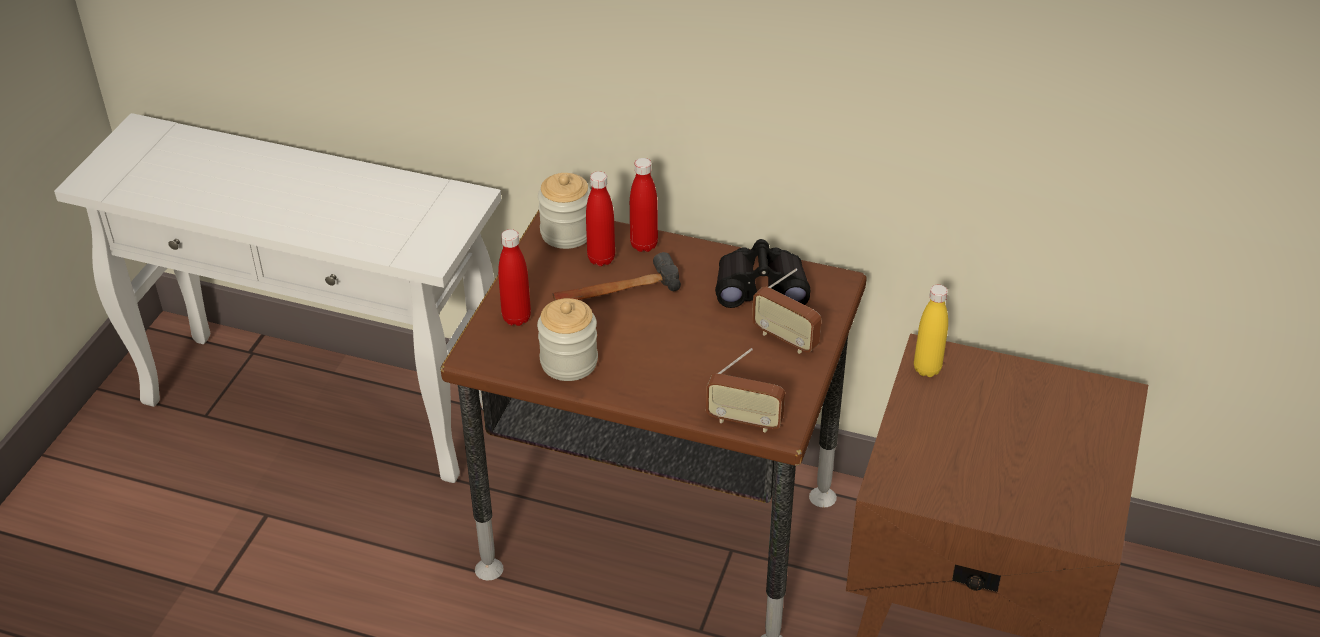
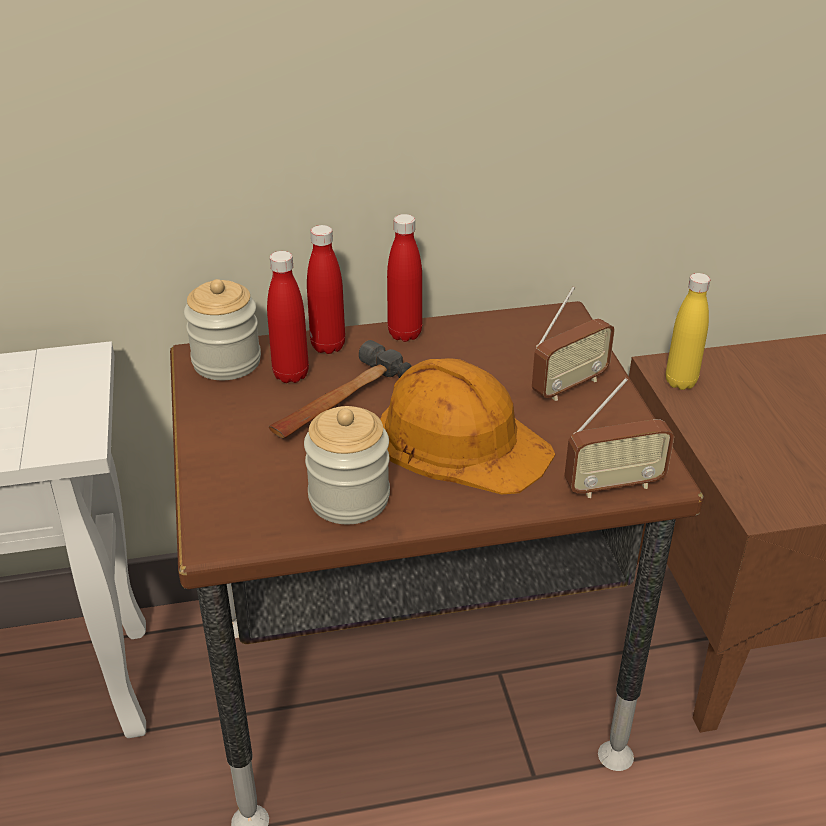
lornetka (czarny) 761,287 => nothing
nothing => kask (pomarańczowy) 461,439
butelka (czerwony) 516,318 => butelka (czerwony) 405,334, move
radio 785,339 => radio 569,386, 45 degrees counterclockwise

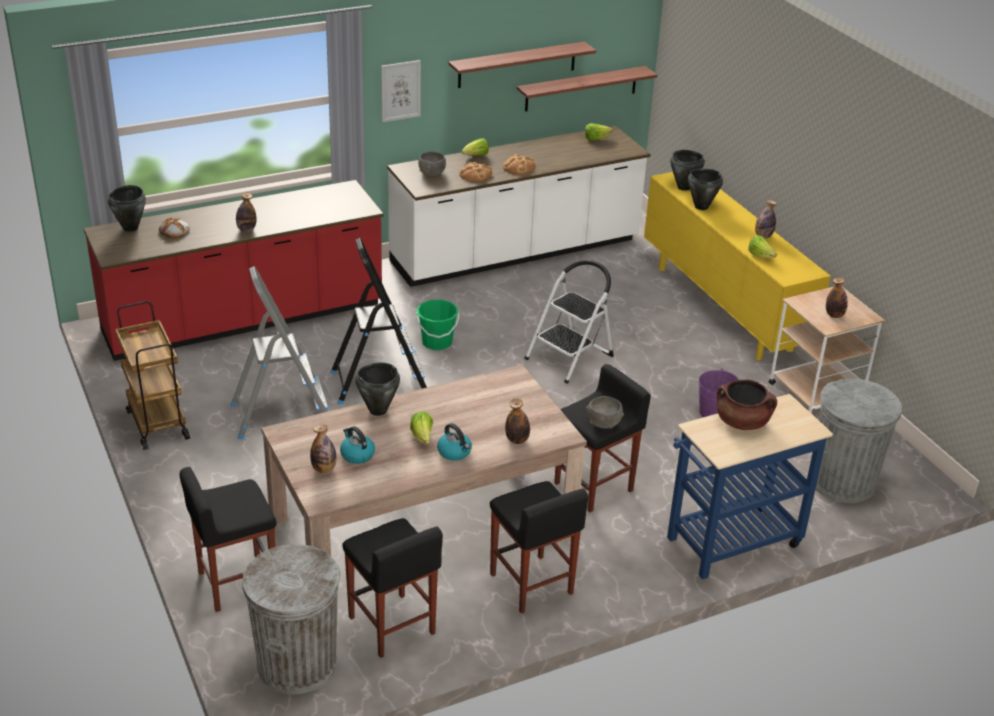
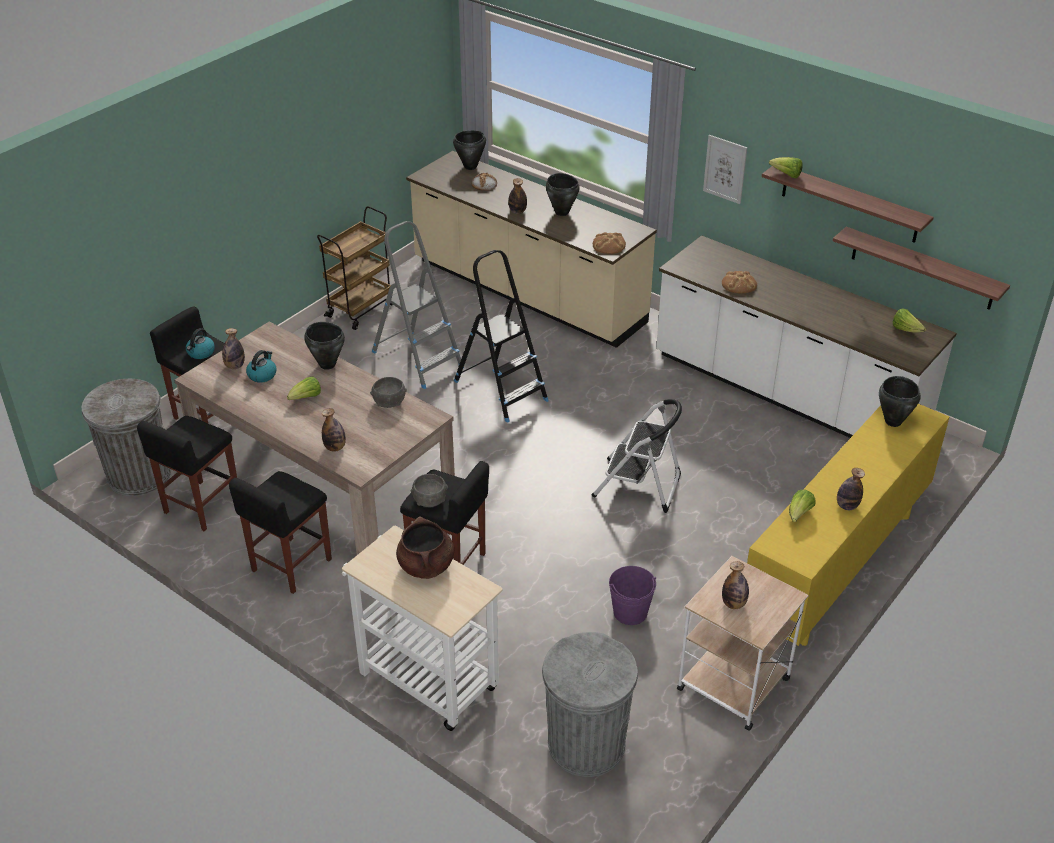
wiadro (zielony) 437,342 => nothing
miska (szary) 432,173 => miska (szary) 389,402, move
czajnik 455,452 => czajnik 201,353, move
sałata 476,156 => sałata 786,175, move
chleb 519,167 => chleb 609,245, move
garnek (czarny) 701,206 => garnek (czarny) 562,212, move
zabudowa kuchenna (czerwony) 244,320 => zabudowa kuchenna (beżowy) 527,293
wózek (niebieski) 732,543 => wózek (biały) 426,680

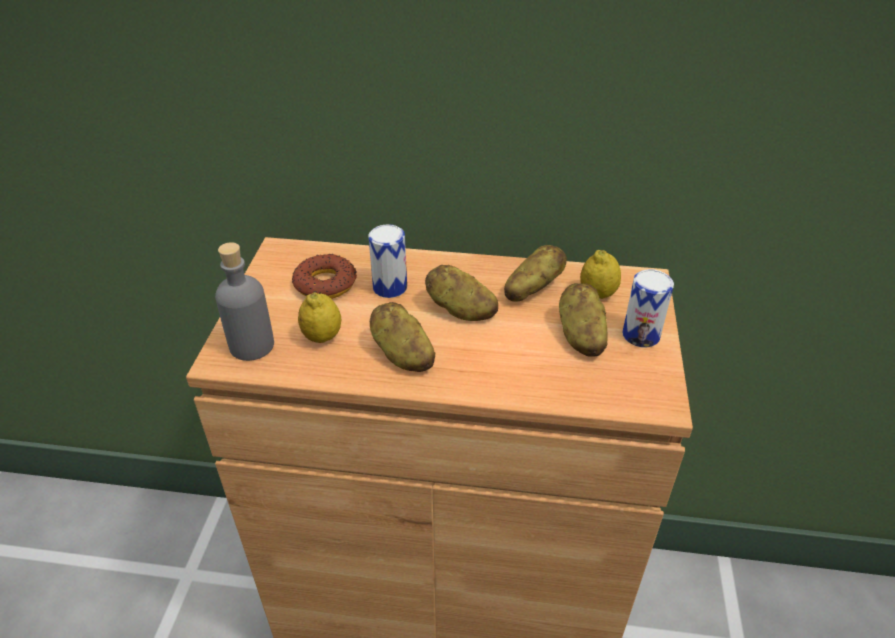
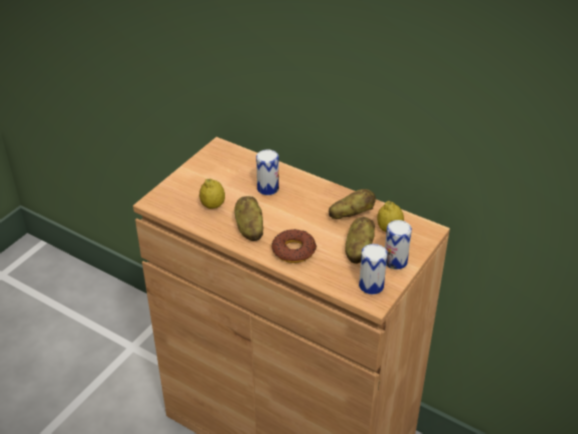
butelka (szary) 252,345 => nothing
ziemniak 460,310 => nothing
nothing => puszka 371,285
donut 325,283 => donut 294,250, move

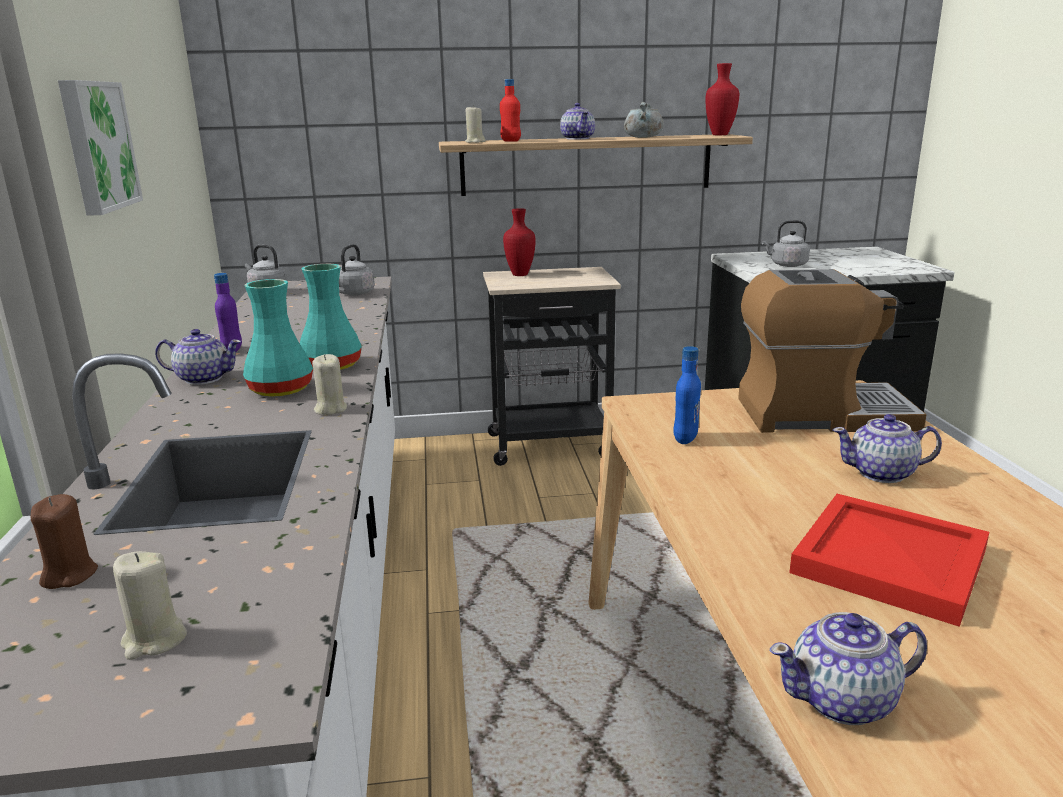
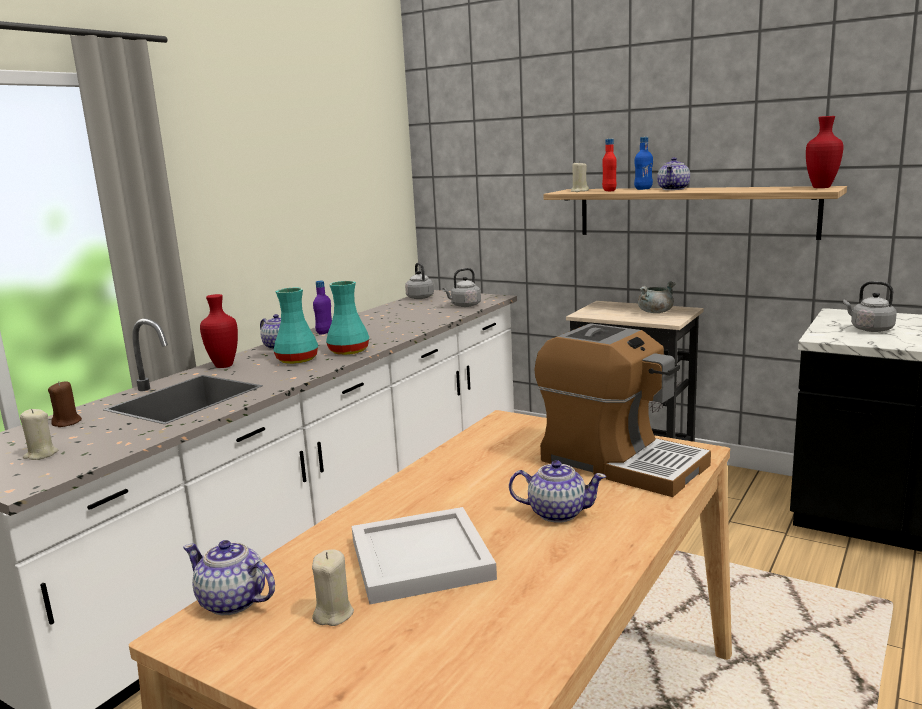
obraz 96,146 => nothing
świeca (beżowy) 330,409 => świeca (beżowy) 333,614, move
wazon (czerwony) 519,275 => wazon (czerwony) 223,365, move
garnek (szary) 642,137 => garnek (szary) 655,312, move
butelka (niebieski) 685,439 => butelka (niebieski) 643,189, move
taca (czerwony) 892,561 => taca (biały) 423,559
imbryk 882,473 => imbryk 556,513, 150 degrees clockwise

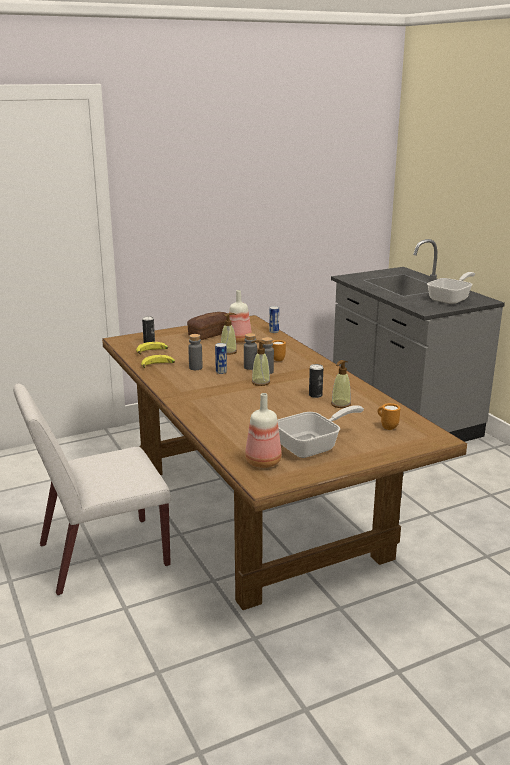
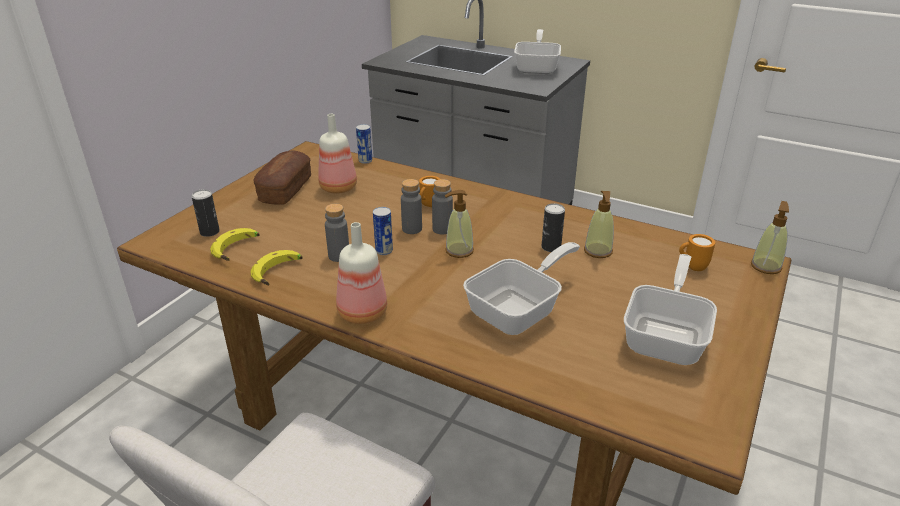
nothing => patelnia 520,310
dozownik mydła 228,352 => dozownik mydła 766,266, move
butelka 262,462 => butelka 361,314, move

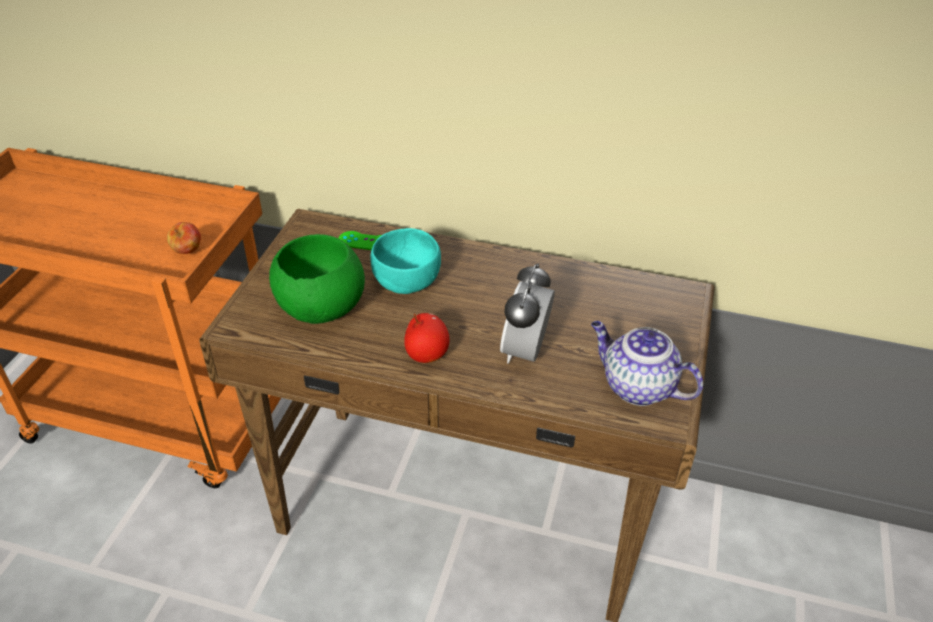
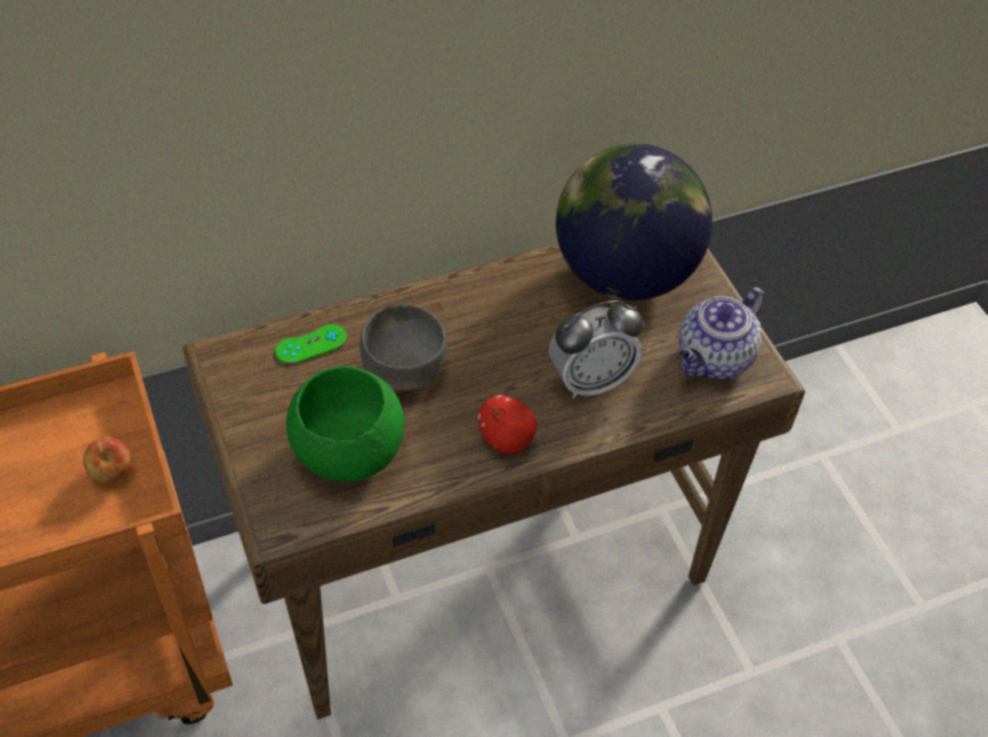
nothing => globus 624,275
miska (turkusowy) 407,281 => miska (szary) 404,368
budzik 525,351 => budzik 590,380, 90 degrees counterclockwise
imbryk 636,387 => imbryk 714,359, 45 degrees counterclockwise

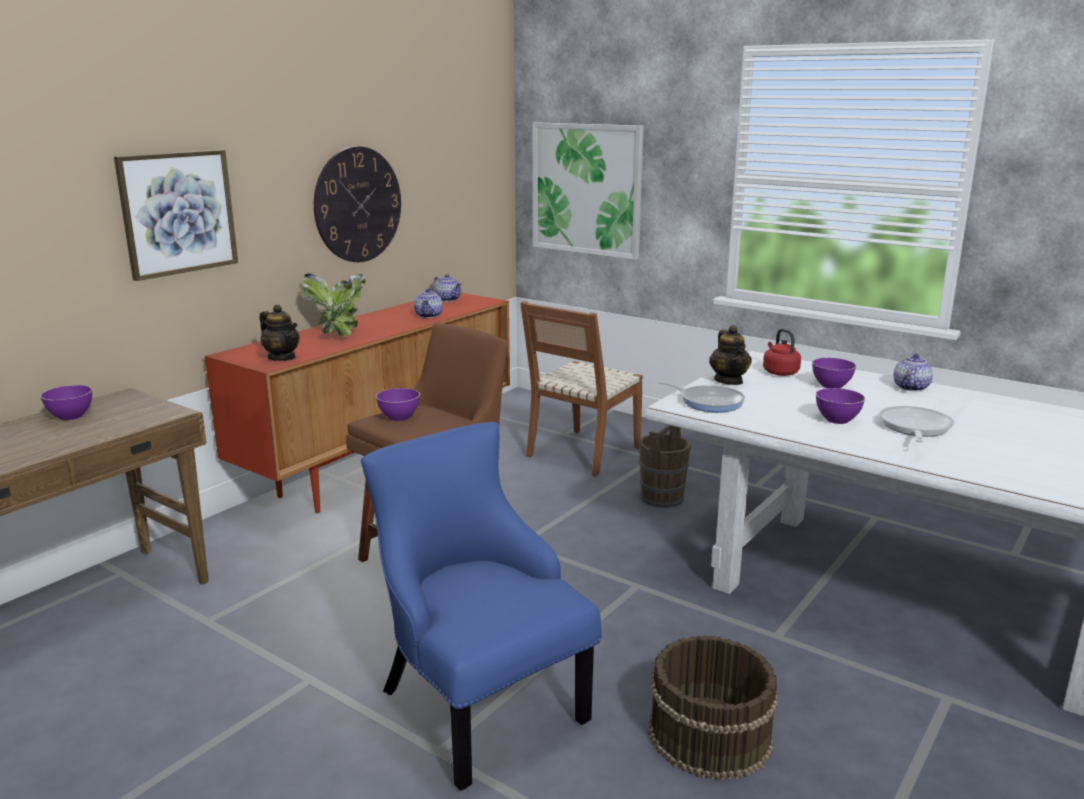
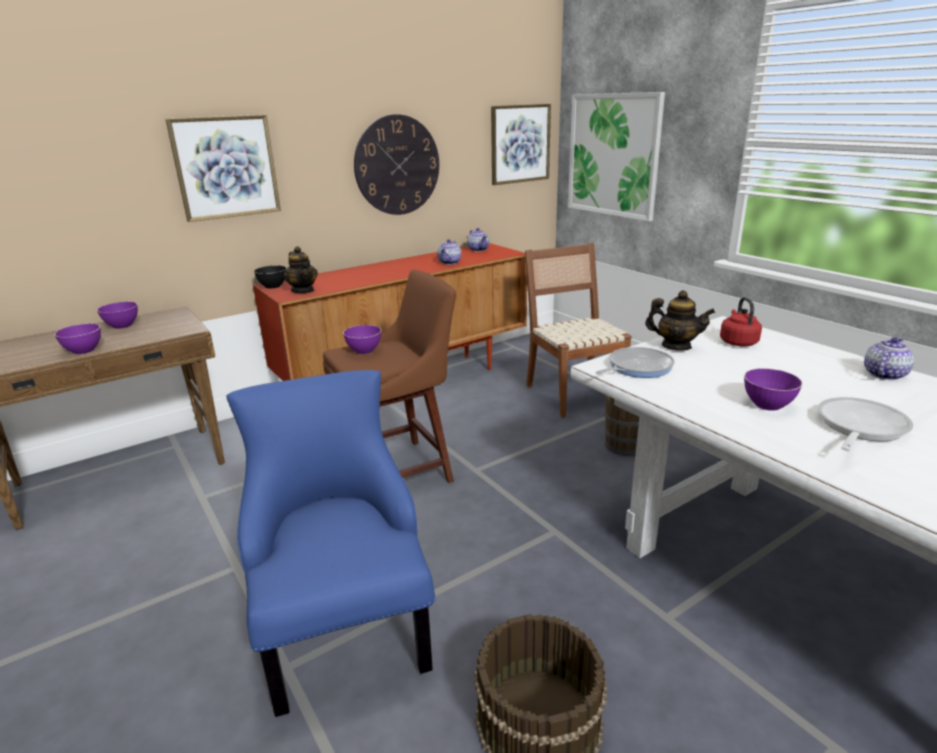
roślina doniczkowa 340,333 => nothing
nothing => miska (czarny) 273,286
nothing => obraz 520,144
miska (fioletowy) 831,386 => miska (fioletowy) 83,350, move
krzesło 581,454 => krzesło 573,393, 105 degrees clockwise
patelnia 708,402 => patelnia 637,367, 90 degrees counterclockwise
imbryk 729,381 => imbryk 676,346, 75 degrees counterclockwise

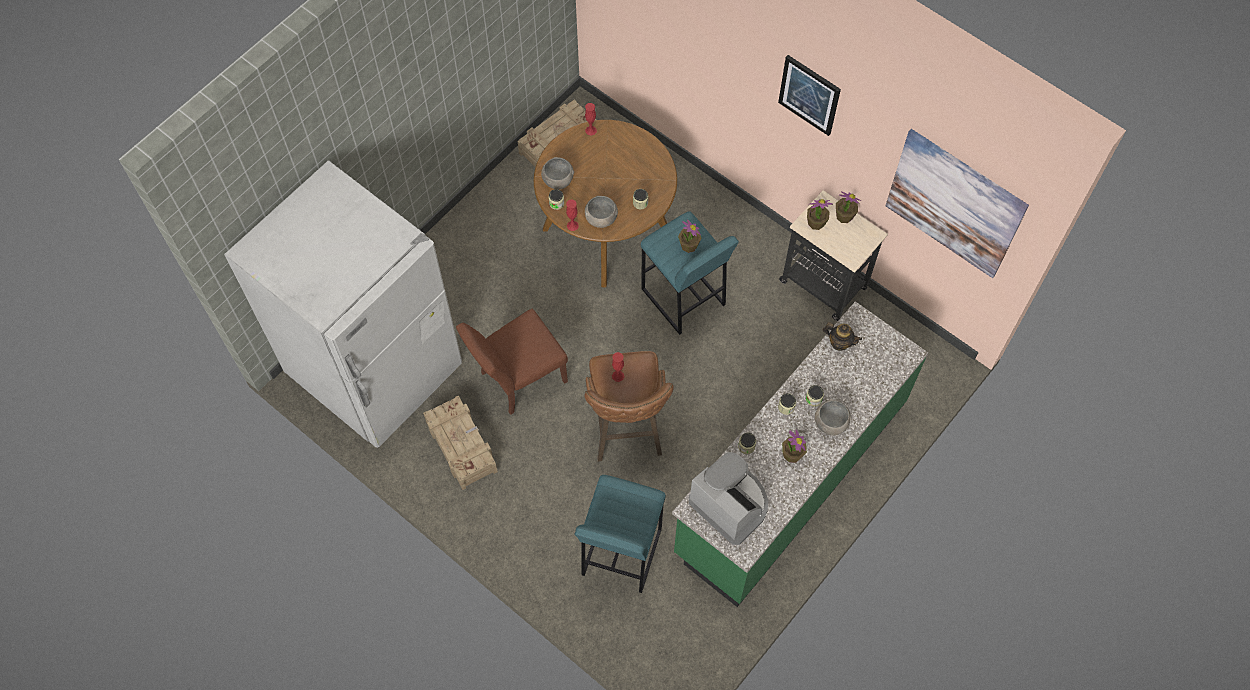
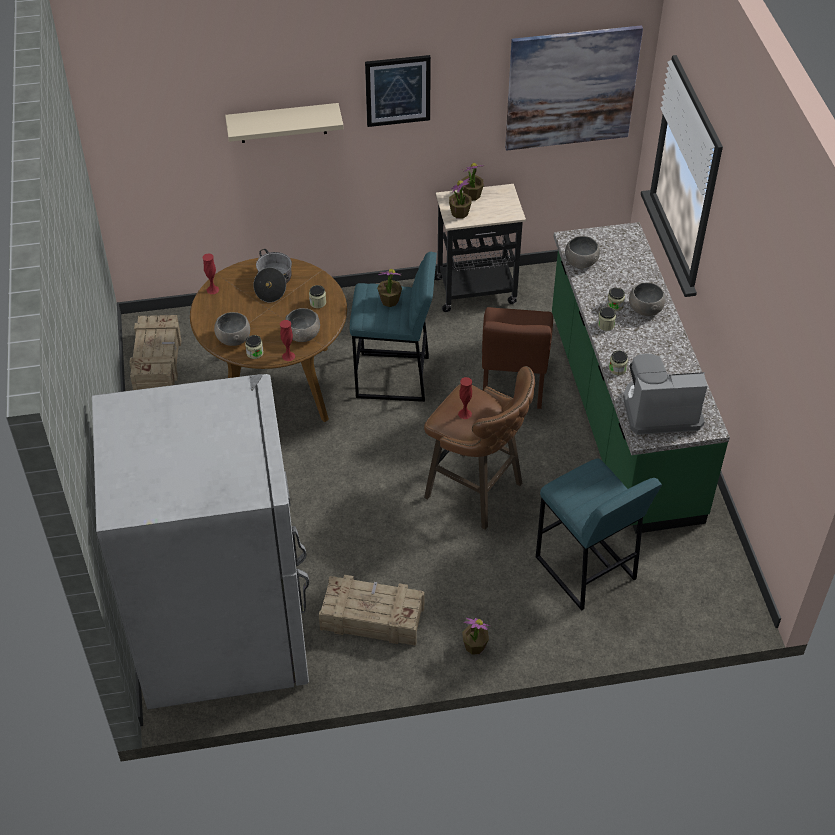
nothing => półka (beżowy) 283,123
nothing => garnek 273,283
krzesło (brązowy) 517,380 => krzesło (brązowy) 512,386, move
roślina doniczkowa 792,454 => roślina doniczkowa 474,646, move
imbryk 839,342 => miska (szary) 580,261

